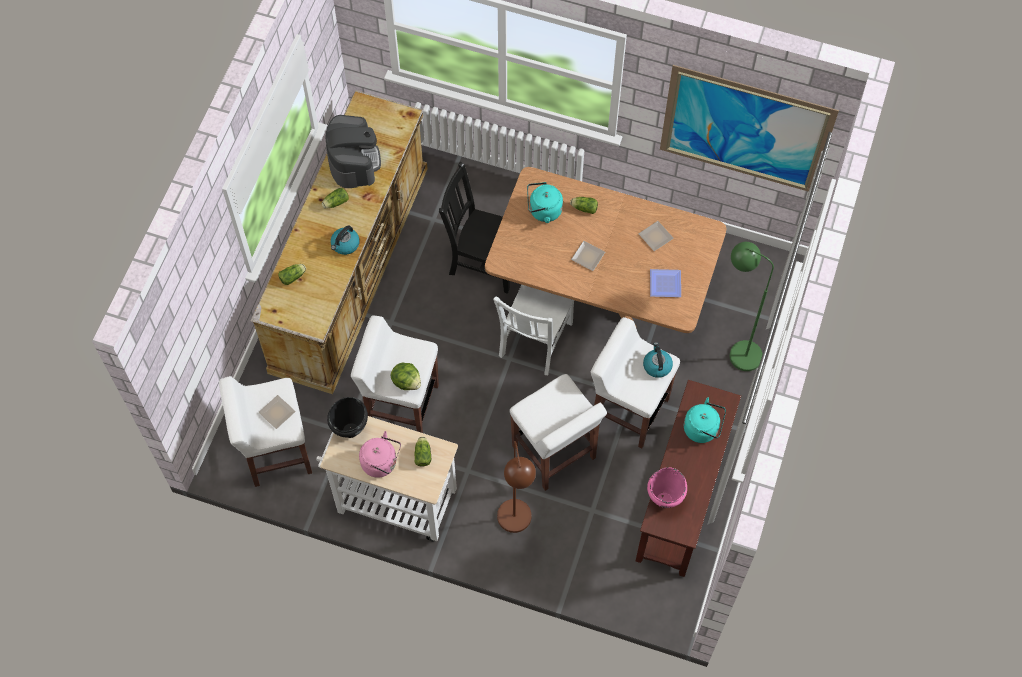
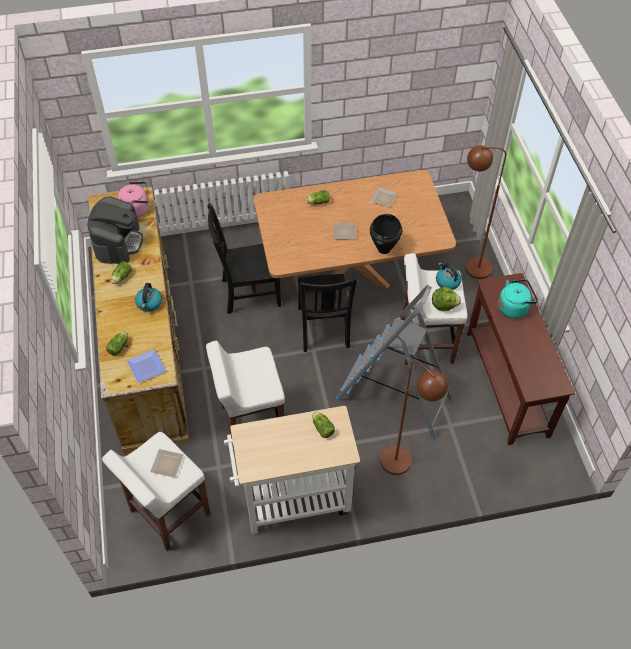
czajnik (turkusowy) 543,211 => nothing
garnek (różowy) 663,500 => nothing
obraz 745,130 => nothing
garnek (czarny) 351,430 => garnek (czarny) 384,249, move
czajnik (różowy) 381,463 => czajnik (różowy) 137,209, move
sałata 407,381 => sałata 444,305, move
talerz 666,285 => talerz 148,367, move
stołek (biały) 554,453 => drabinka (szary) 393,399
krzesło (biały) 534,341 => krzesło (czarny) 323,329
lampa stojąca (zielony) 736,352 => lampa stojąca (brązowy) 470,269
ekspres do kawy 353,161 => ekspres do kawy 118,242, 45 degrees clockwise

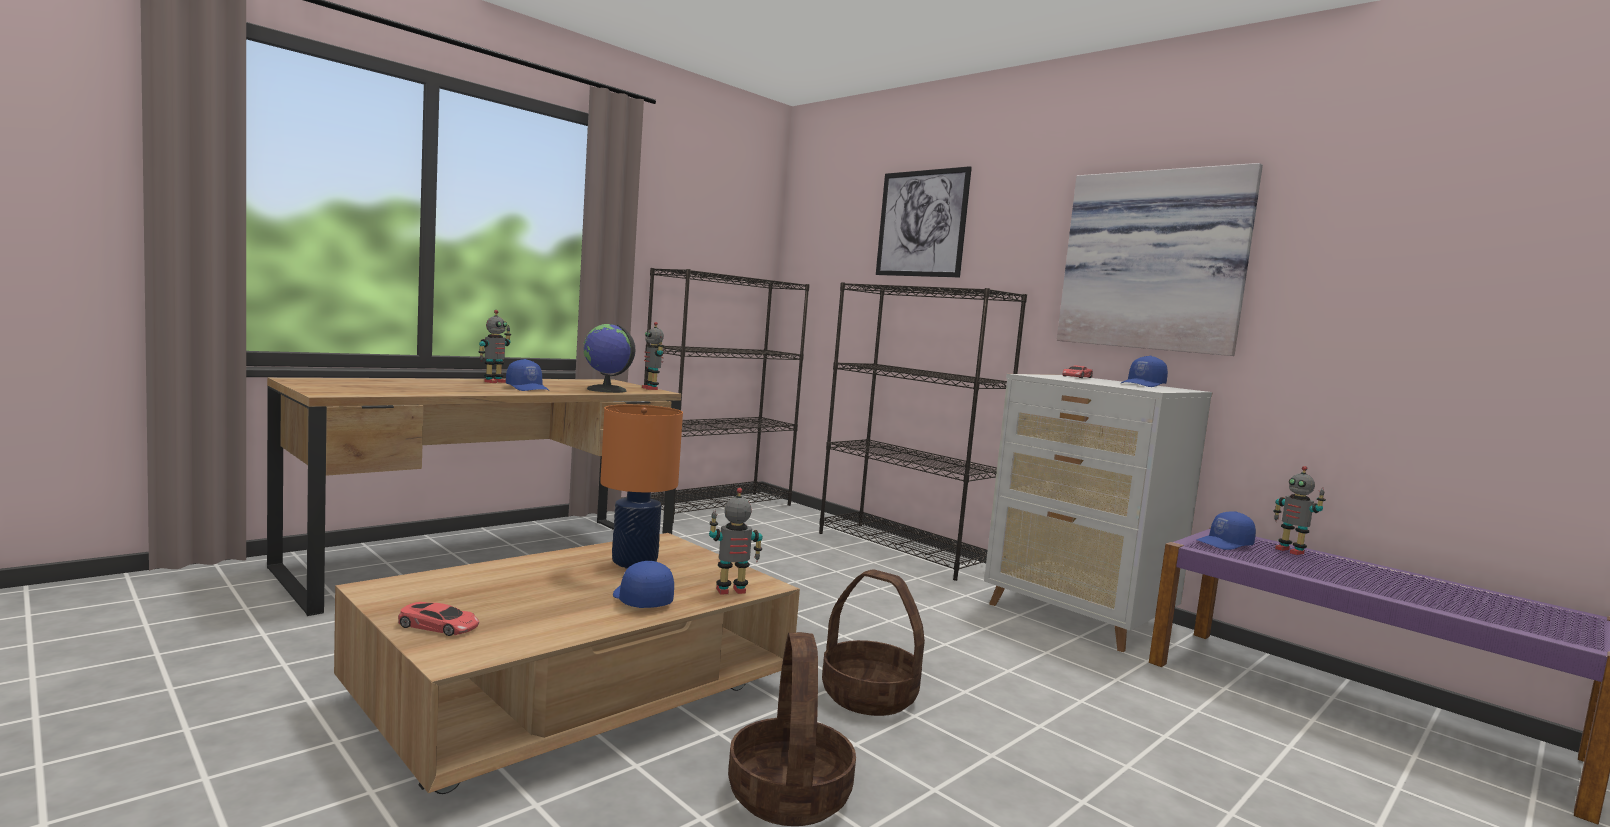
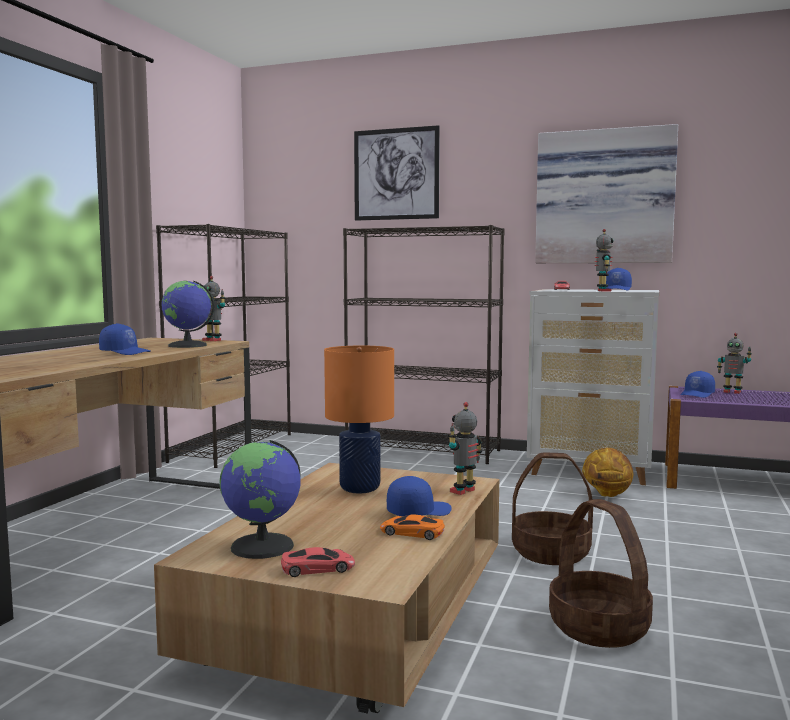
nothing => globus 263,546
nothing => samochodzik (pomarańczowy) 412,532
nothing => piłka do koszykówki 607,494
robot zabawkowy 494,382 => robot zabawkowy 602,291, move
czapka z daszkiem (niebieski) 640,600 => czapka z daszkiem (niebieski) 418,512, 120 degrees clockwise

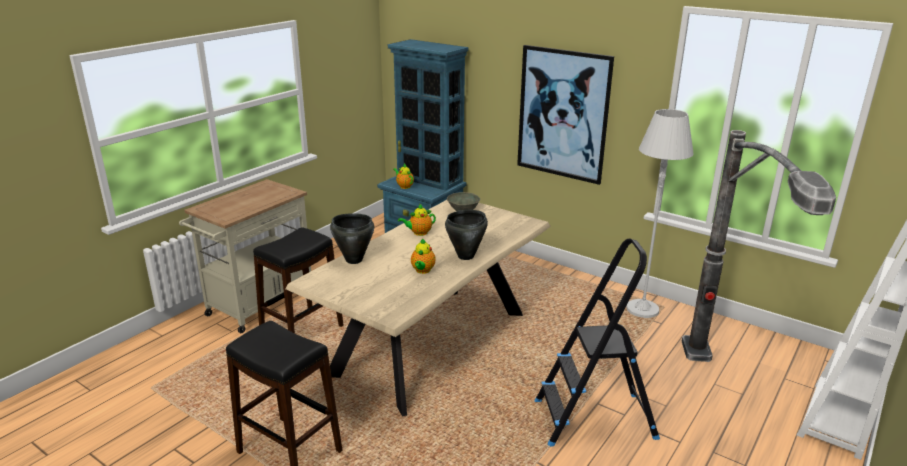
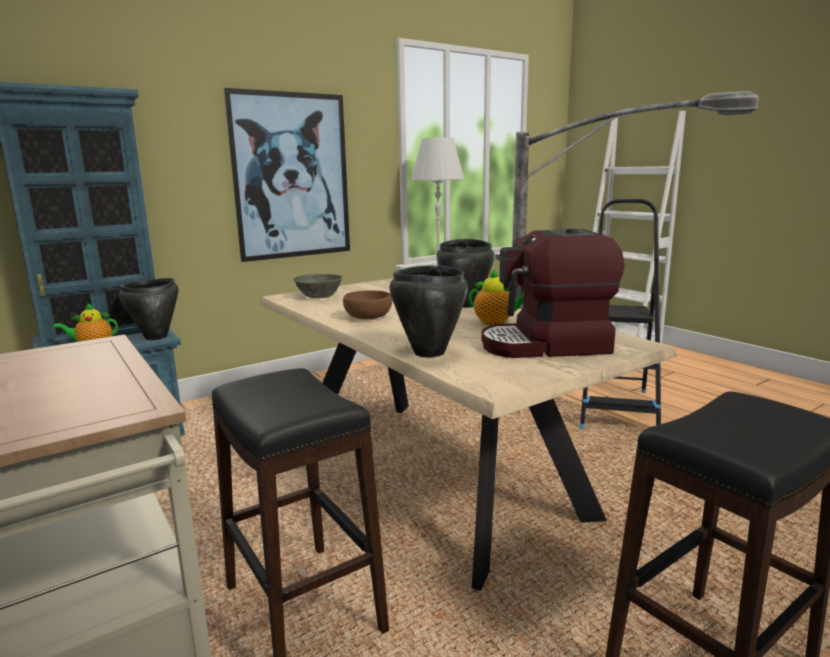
nothing => garnek (czarny) 156,337
nothing => ekspres do kawy 546,346
imbryk 419,233 => miska (brązowy) 367,317

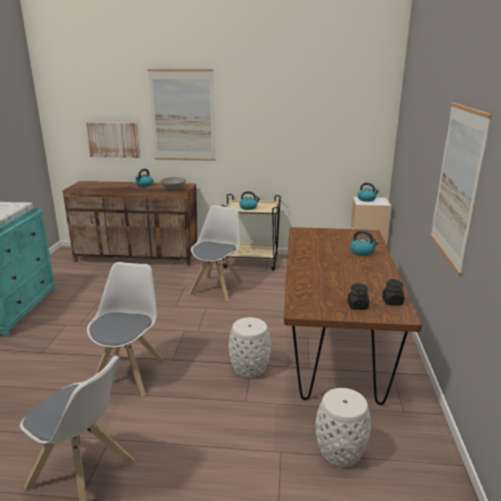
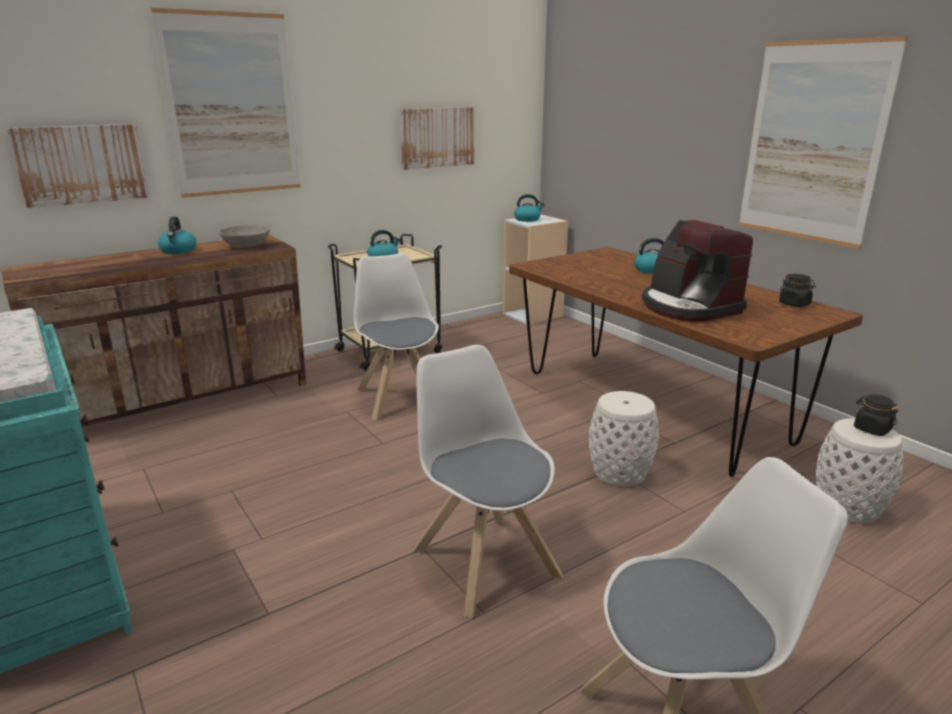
nothing => obraz 437,137
nothing => ekspres do kawy 688,307
słoik (czarny) 357,306 => słoik (czarny) 871,429, move

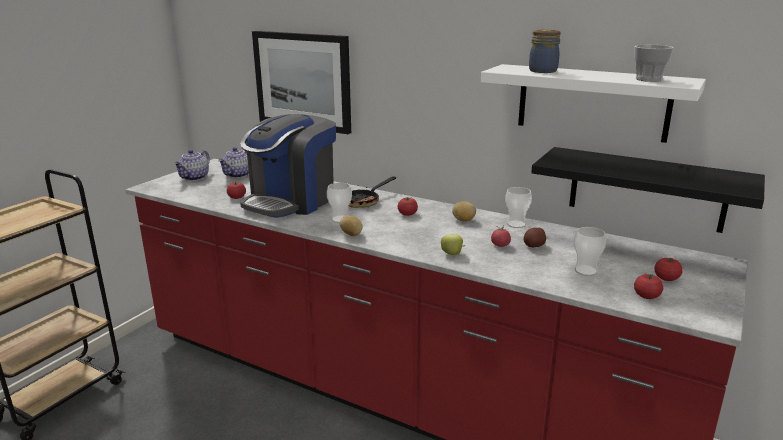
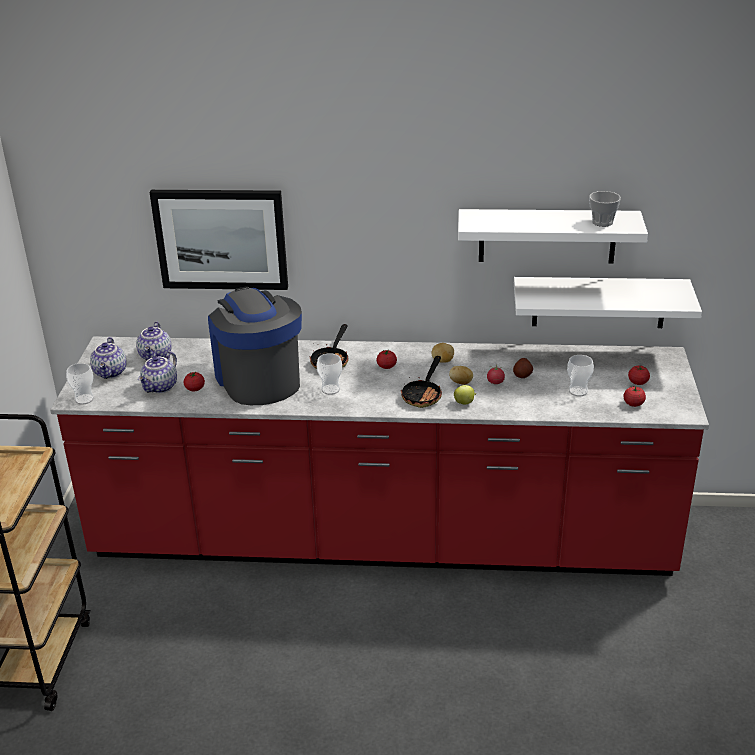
słoik 542,71 => nothing
nothing => imbryk 161,387
nothing => patelnia 424,394
ziemniak 352,235 => ziemniak 461,383, move
filiżanka 516,224 => filiżanka 84,399, move
półka (czarny) 646,189 => półka (biały) 599,302
ekspres do kawy 292,201 => ekspres do kawy 258,379, 150 degrees clockwise

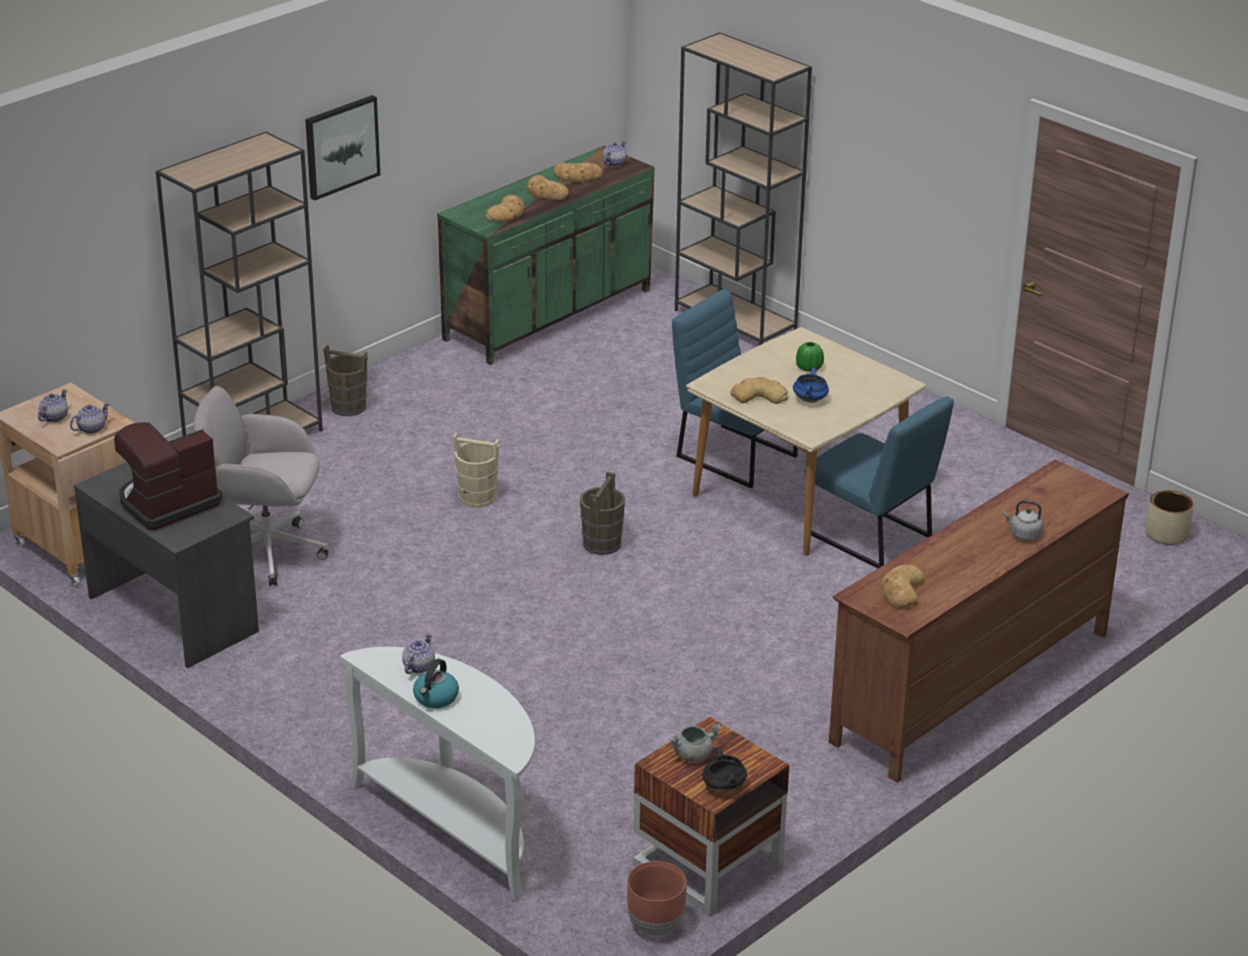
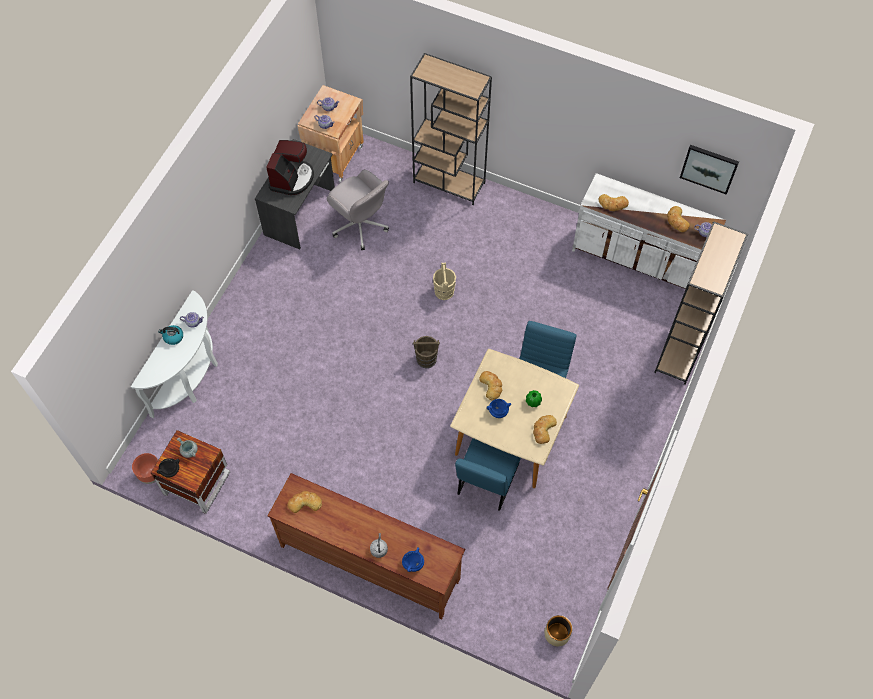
wiadro (brązowy) 348,407 => nothing
nothing => garnek (niebieski) 413,563
obraz 341,146 => obraz 709,168, move
chleb 546,193 => chleb 543,430, move
szafka (zielony) 550,315 => szafka (biały) 639,259
ekspres do kawy 167,503 => ekspres do kawy 292,178, 75 degrees clockwise
krzesło biurowe (szary) 267,553 => krzesło biurowe (szary) 360,227, 150 degrees clockwise

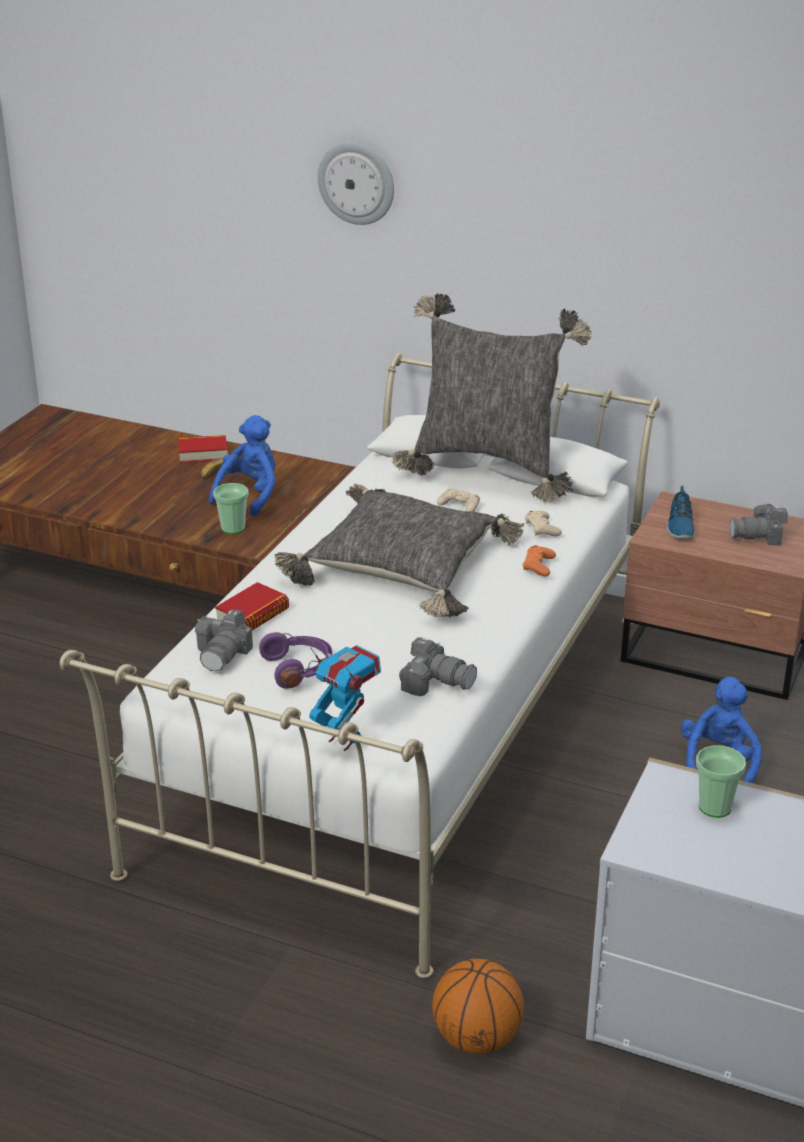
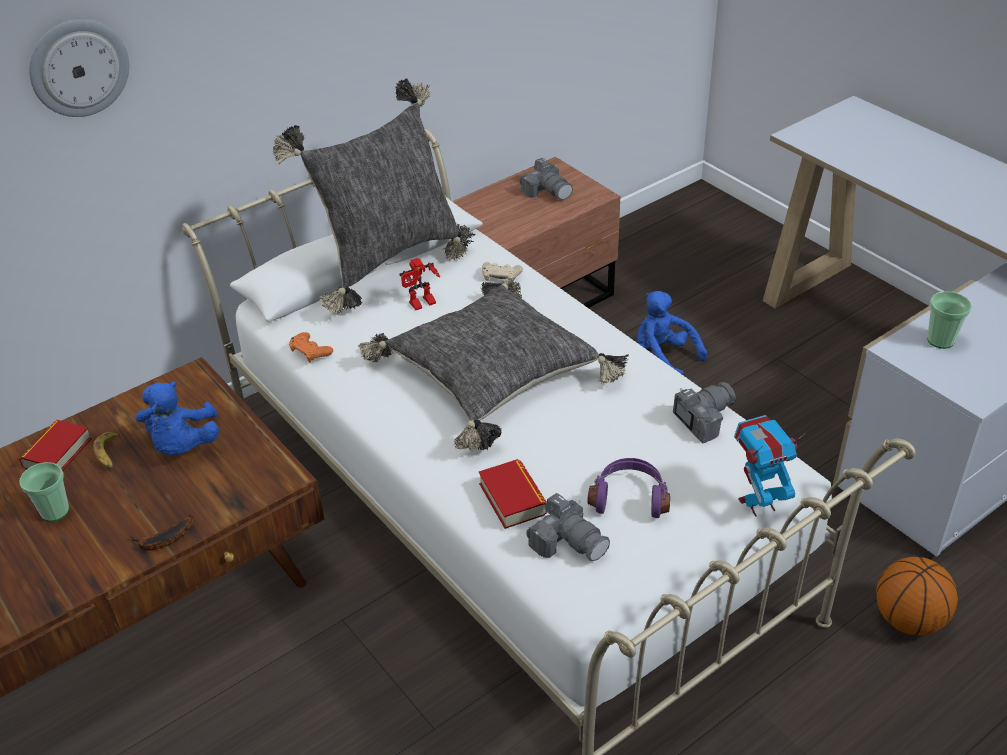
but 679,526 => nothing
nothing => banan 163,540
filiżanka 233,528 => filiżanka 55,511, move
pad do gier (pomarańczowy) 538,566 => pad do gier (pomarańczowy) 310,351, move
pad do gier (beżowy) 460,505 => robot zabawkowy 422,305
pluszak (niebieski) 250,495 => pluszak (niebieski) 183,446, 150 degrees counterclockwise
aparat fotograficzny 759,536 => aparat fotograficzny 547,191, 60 degrees counterclockwise

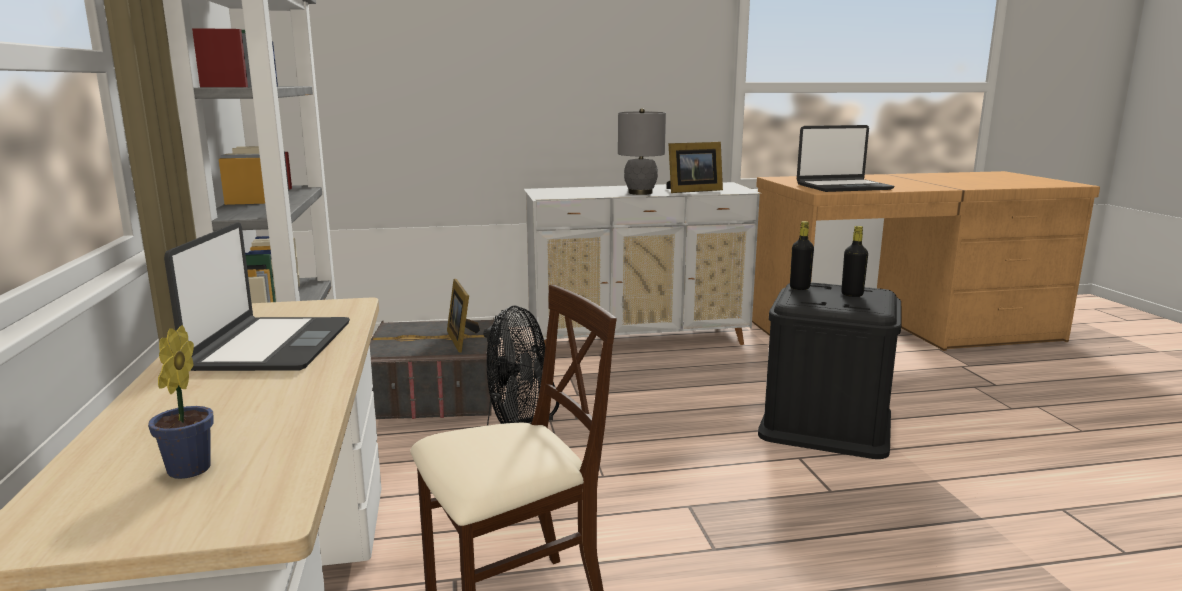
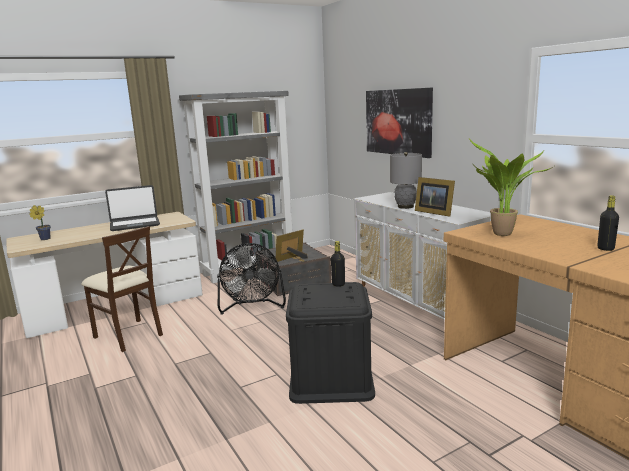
nothing => obraz 398,122
butelka (czarny) 852,294 => butelka (czarny) 605,248, move
laptop 843,187 => roślina doniczkowa 501,235

